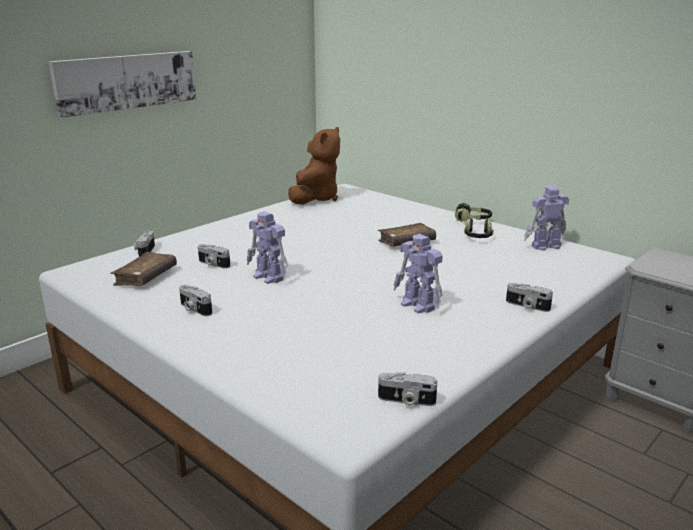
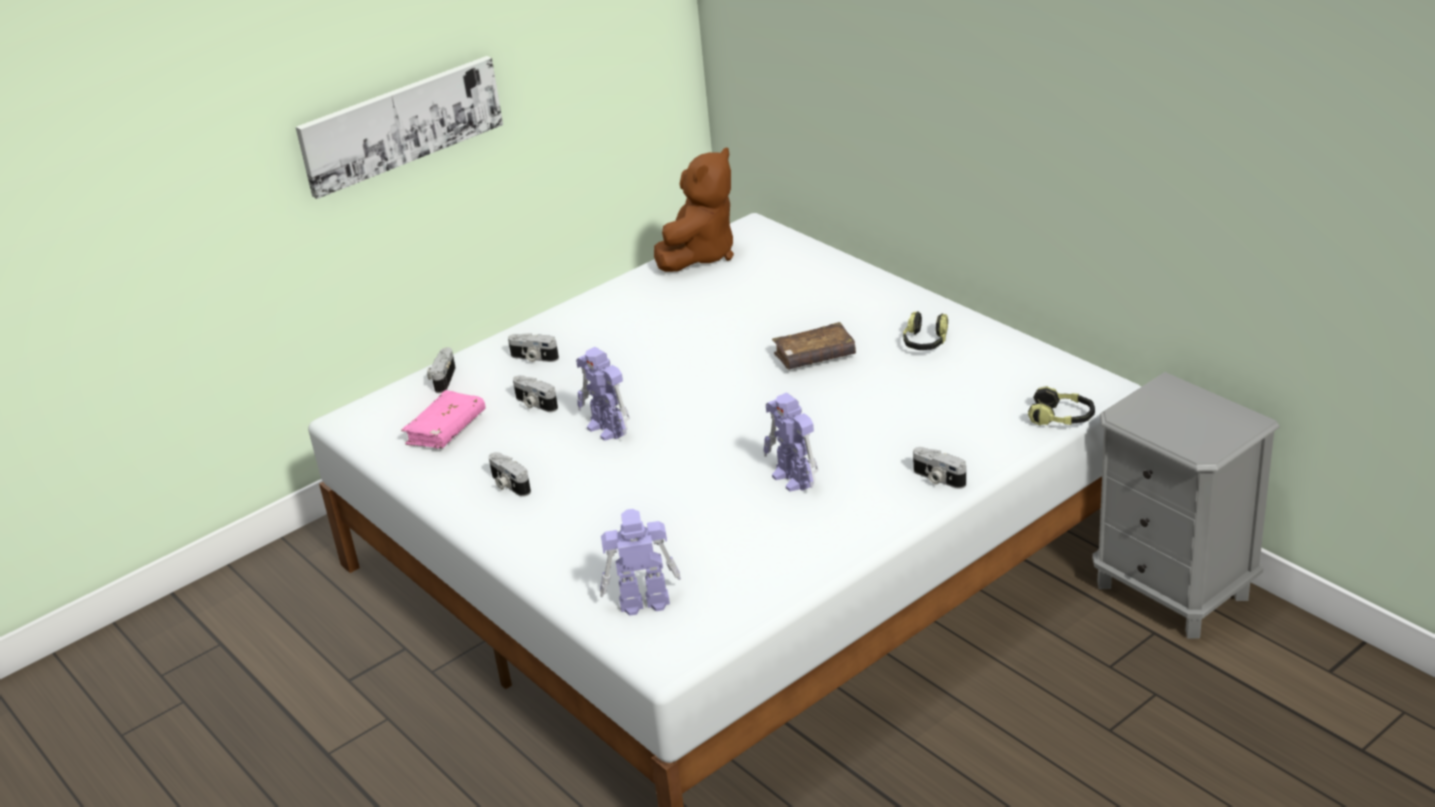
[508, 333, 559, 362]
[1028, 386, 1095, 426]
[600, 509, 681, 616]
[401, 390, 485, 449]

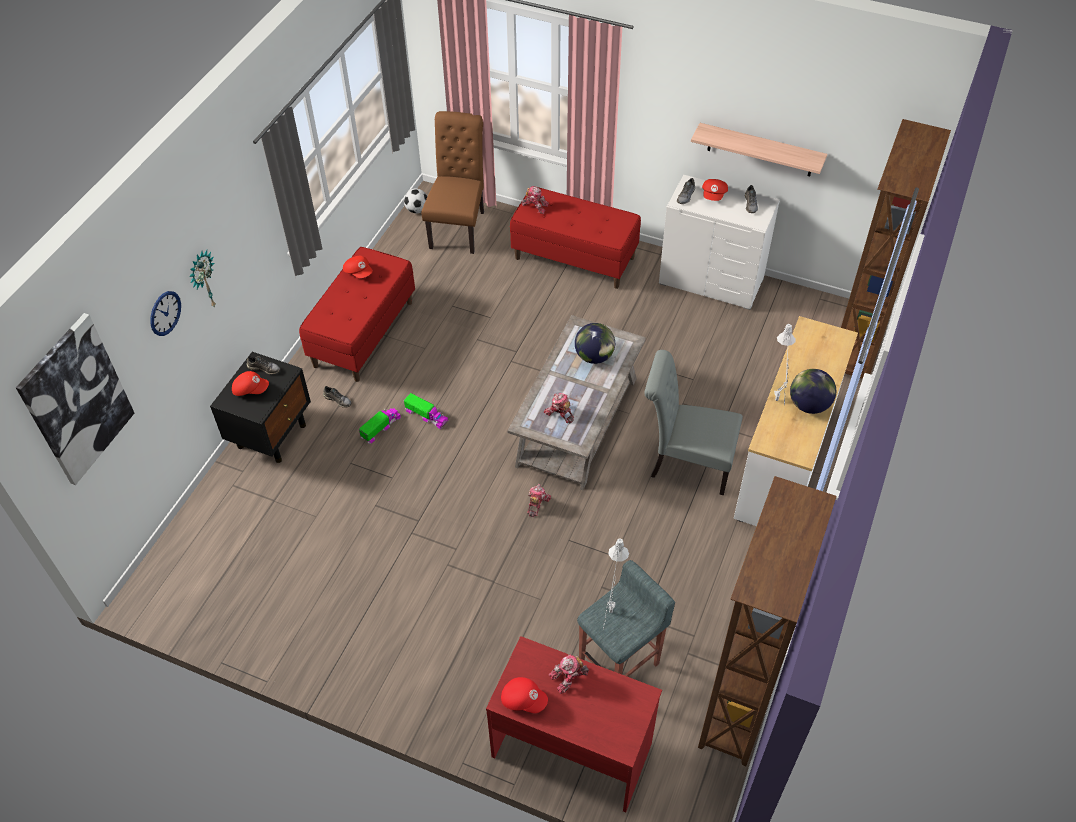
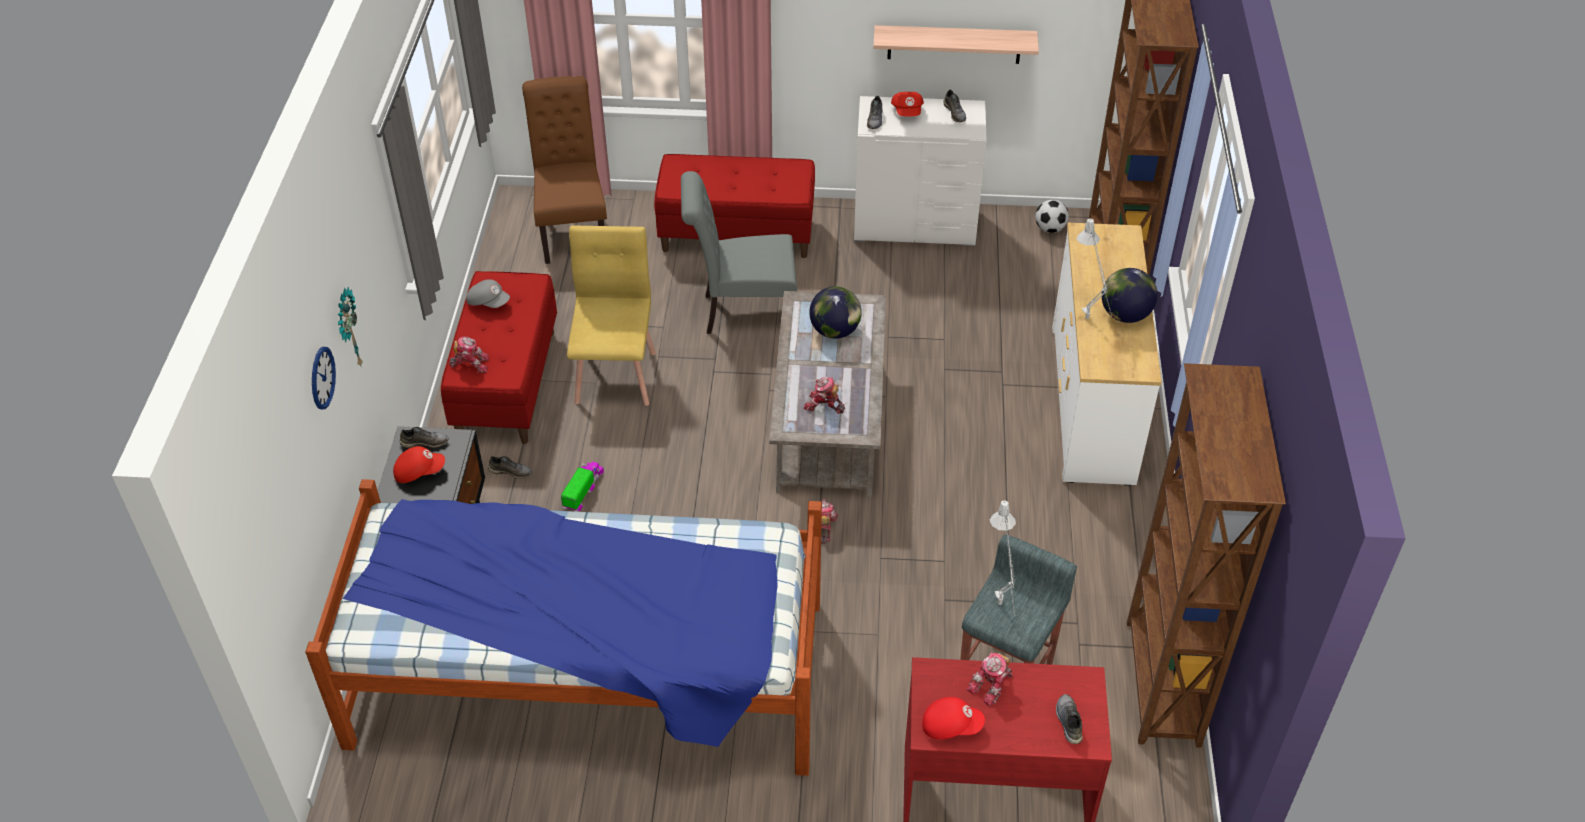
[16, 313, 135, 485] (first image)
[404, 393, 448, 429] (first image)
[305, 479, 822, 776]
[567, 226, 656, 406]
[1056, 694, 1083, 744]
[1035, 200, 1069, 233]
[449, 337, 489, 373]
[681, 171, 797, 334]
[466, 279, 510, 308]

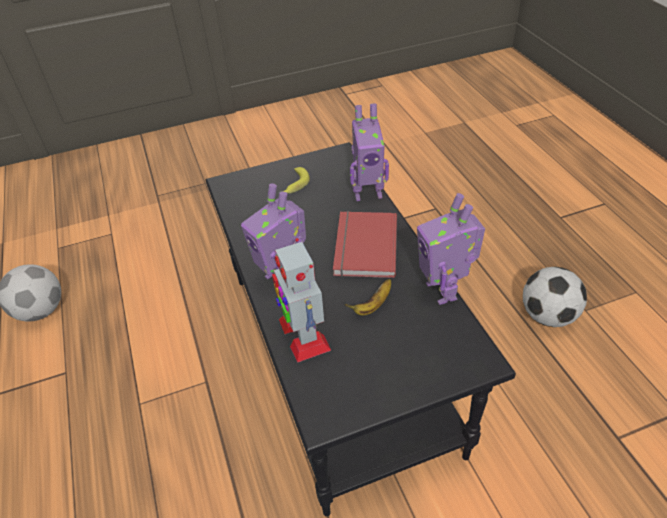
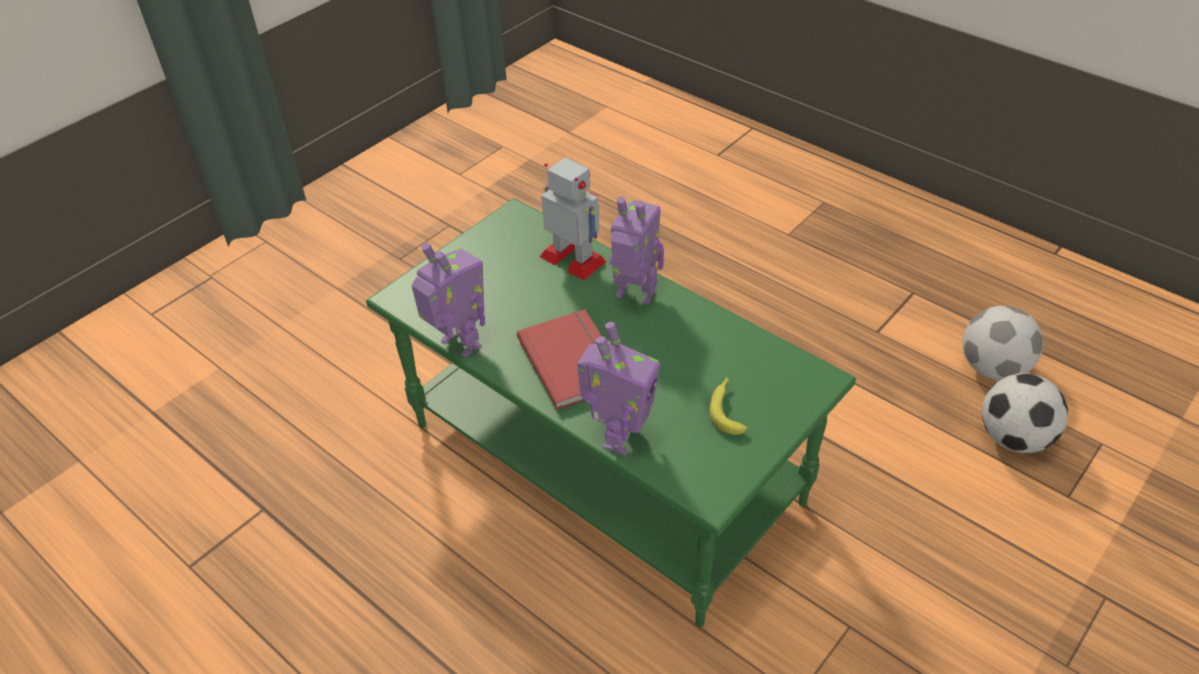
[345, 279, 391, 315] (first image)
[982, 373, 1068, 453]
[366, 198, 856, 627]
[577, 322, 660, 456]

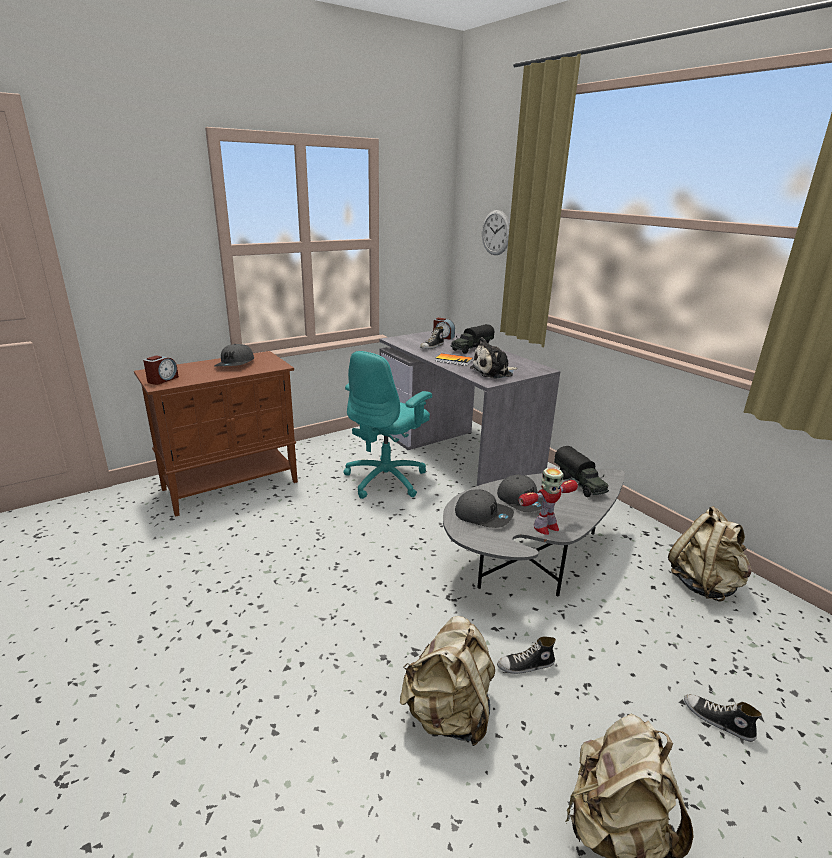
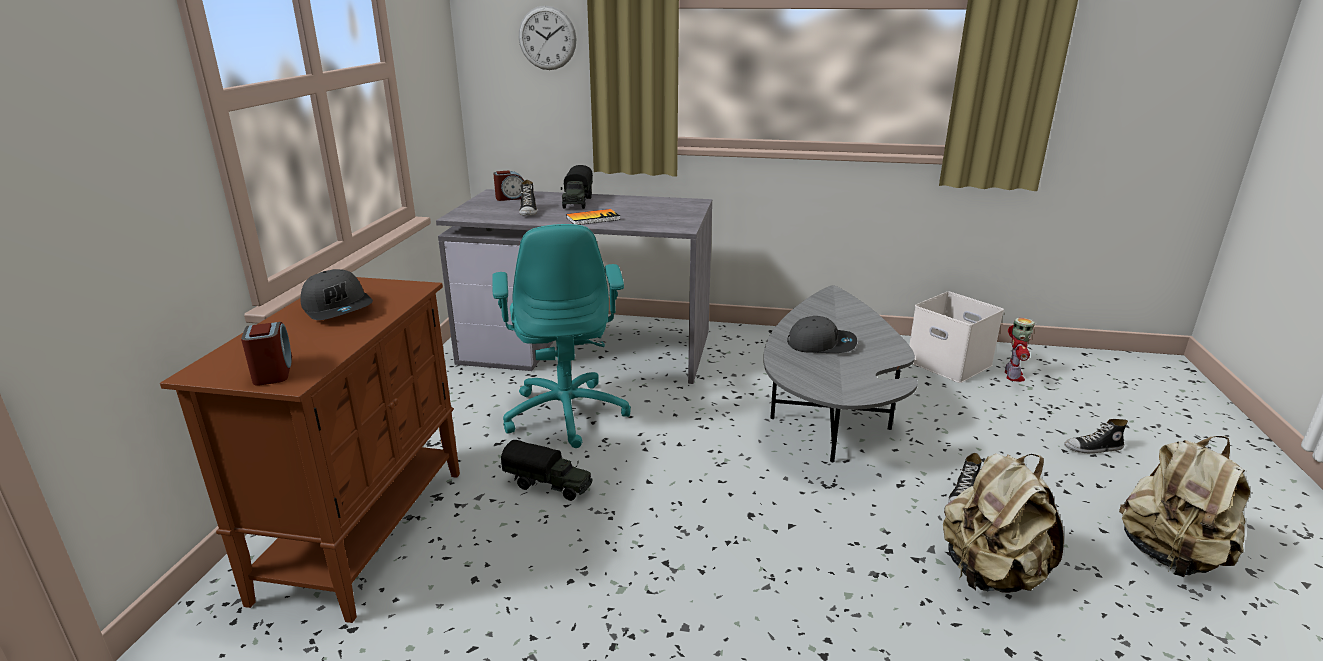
[455, 490, 514, 528] (first image)
[470, 337, 518, 379] (first image)
[1005, 318, 1035, 382]
[501, 440, 593, 501]
[909, 291, 1004, 383]

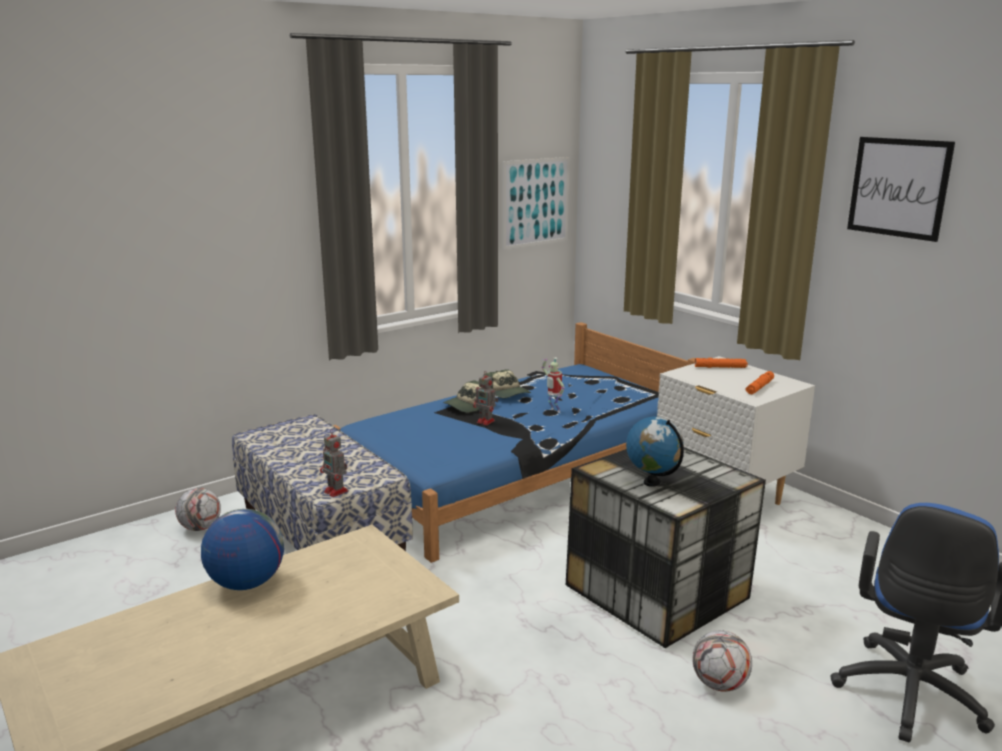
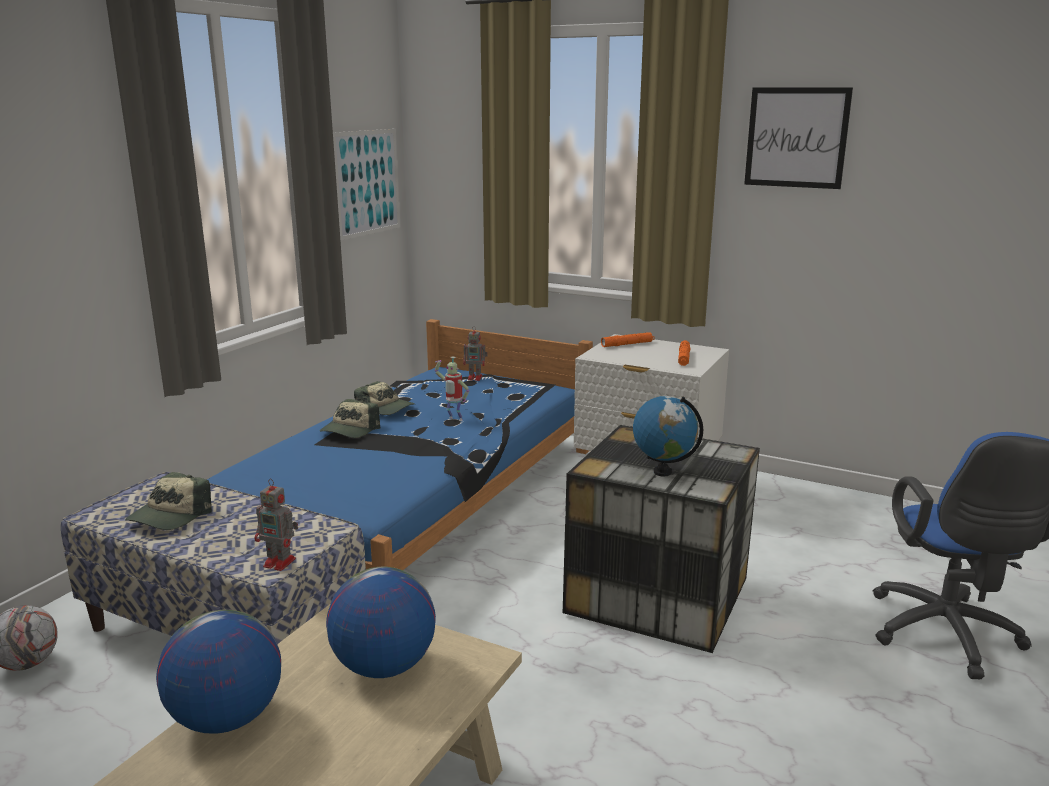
[692, 630, 752, 692] (first image)
[125, 472, 212, 530]
[326, 567, 436, 678]
[463, 326, 488, 381]

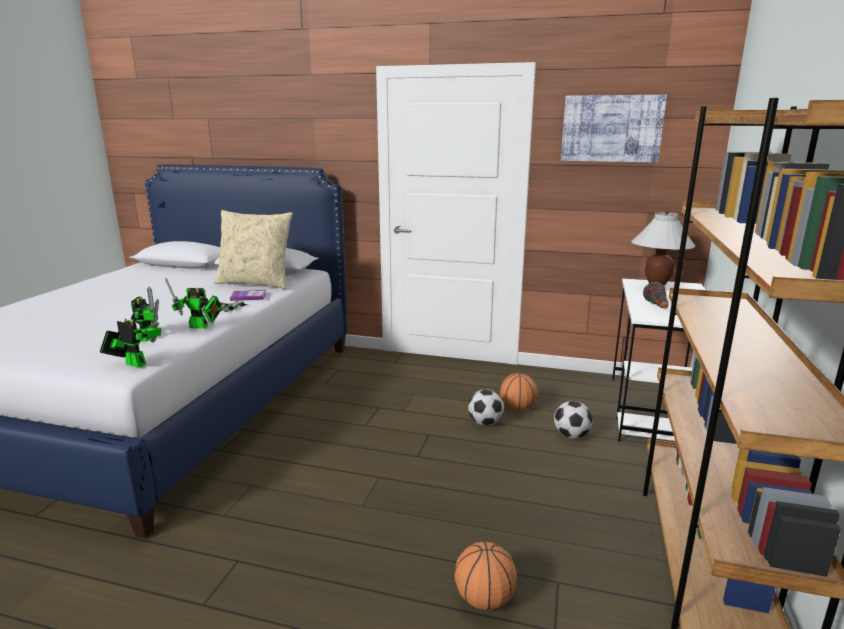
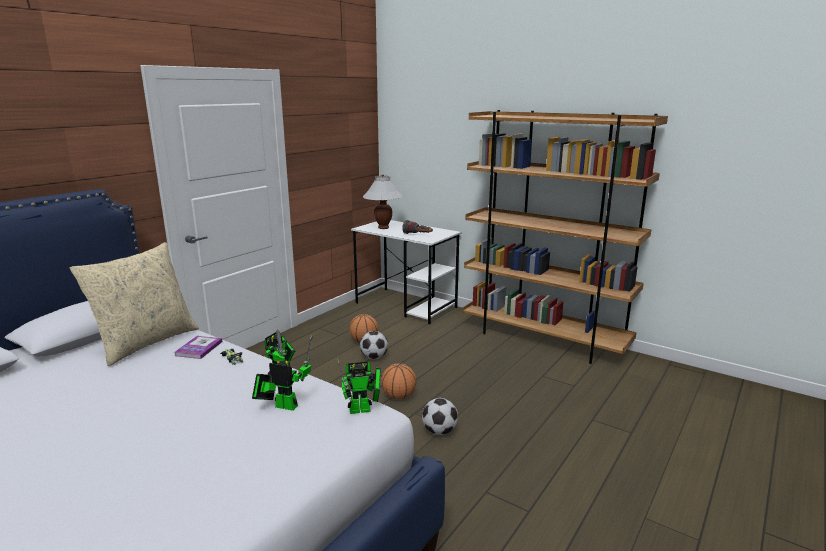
[561, 95, 667, 163] (first image)
[381, 363, 417, 399]
[422, 398, 458, 435]
[337, 359, 381, 414]

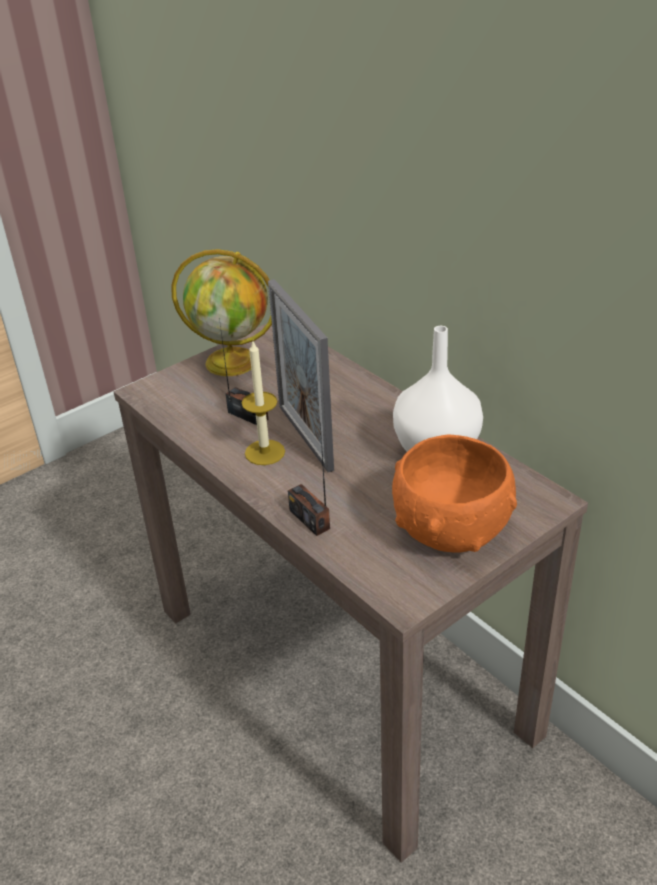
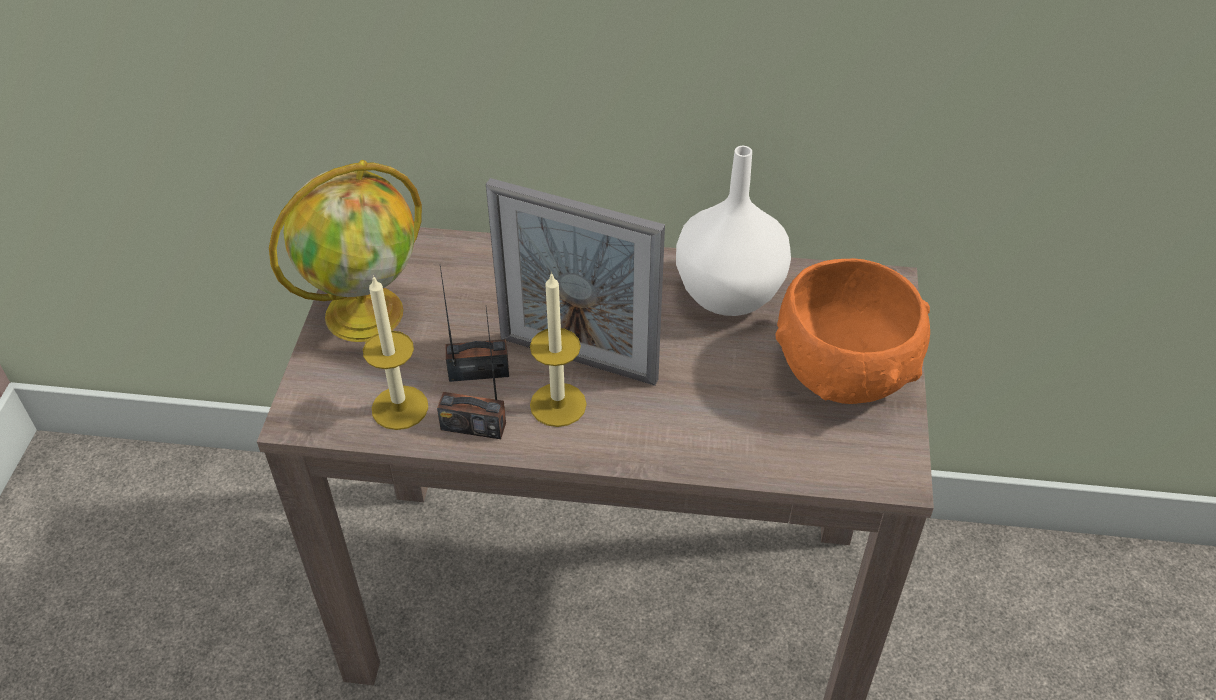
[363, 275, 428, 430]
[437, 308, 506, 439]

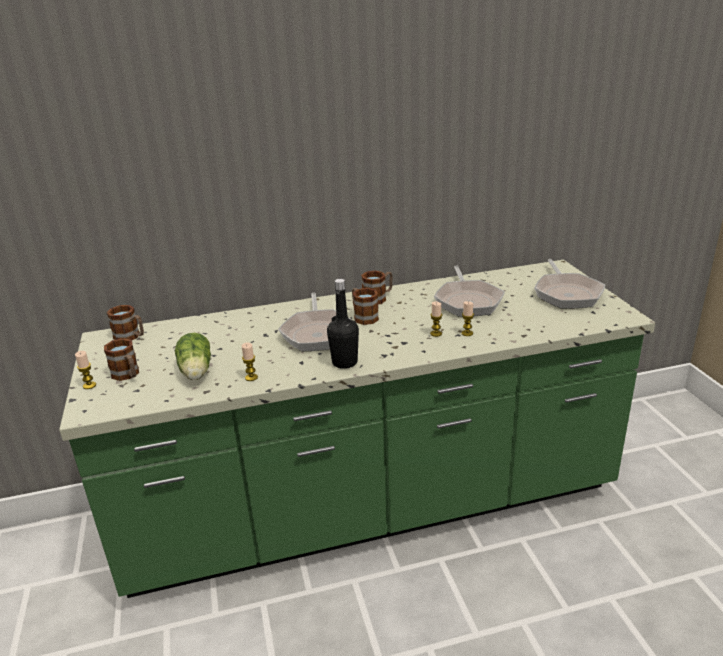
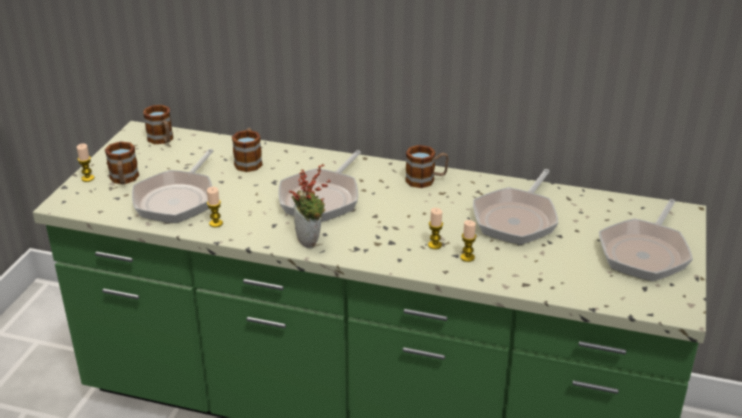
[232, 128, 263, 172]
[132, 149, 213, 223]
[289, 164, 331, 249]

